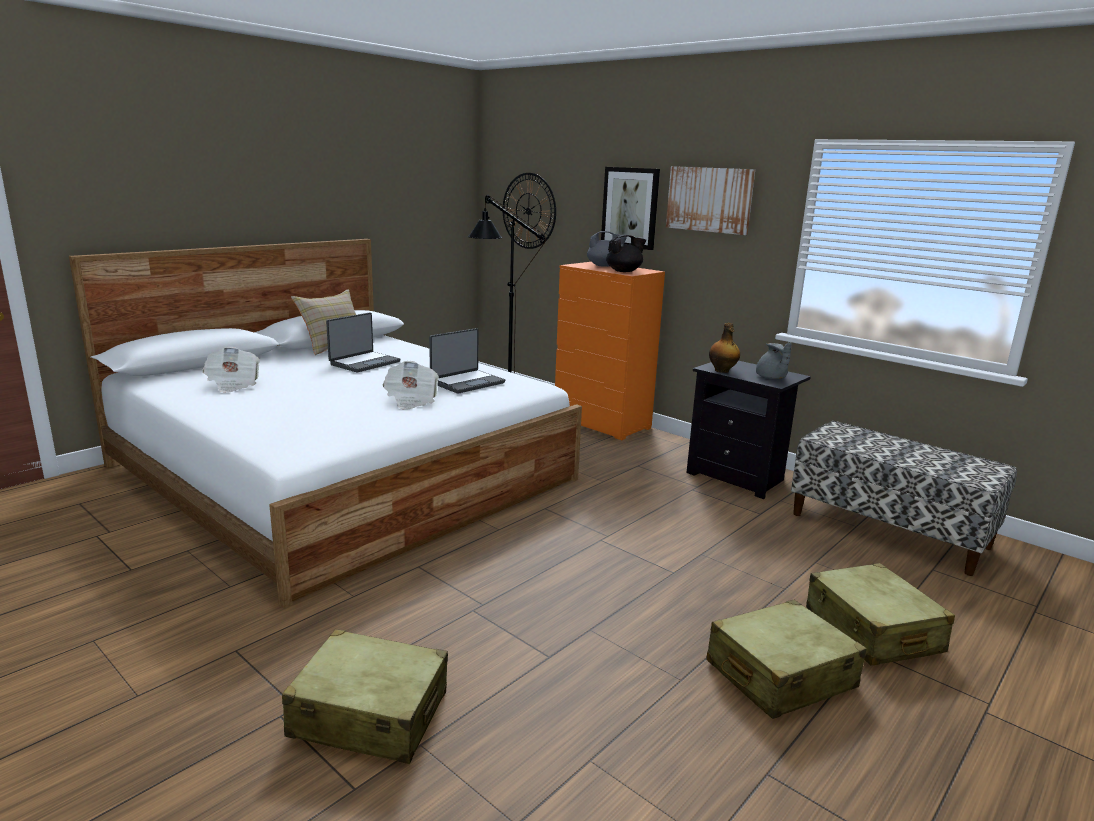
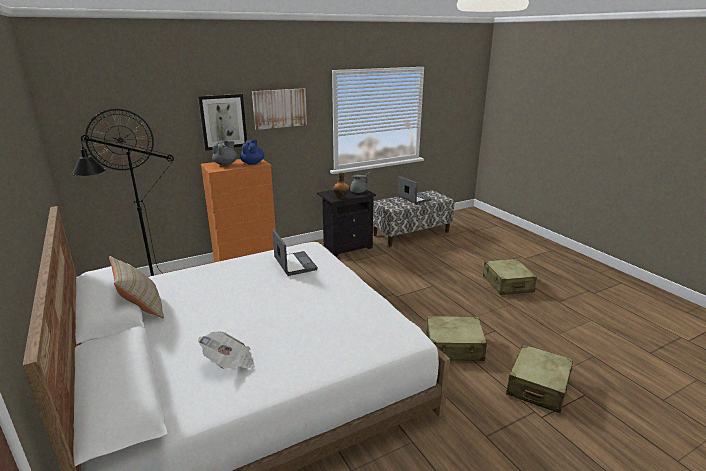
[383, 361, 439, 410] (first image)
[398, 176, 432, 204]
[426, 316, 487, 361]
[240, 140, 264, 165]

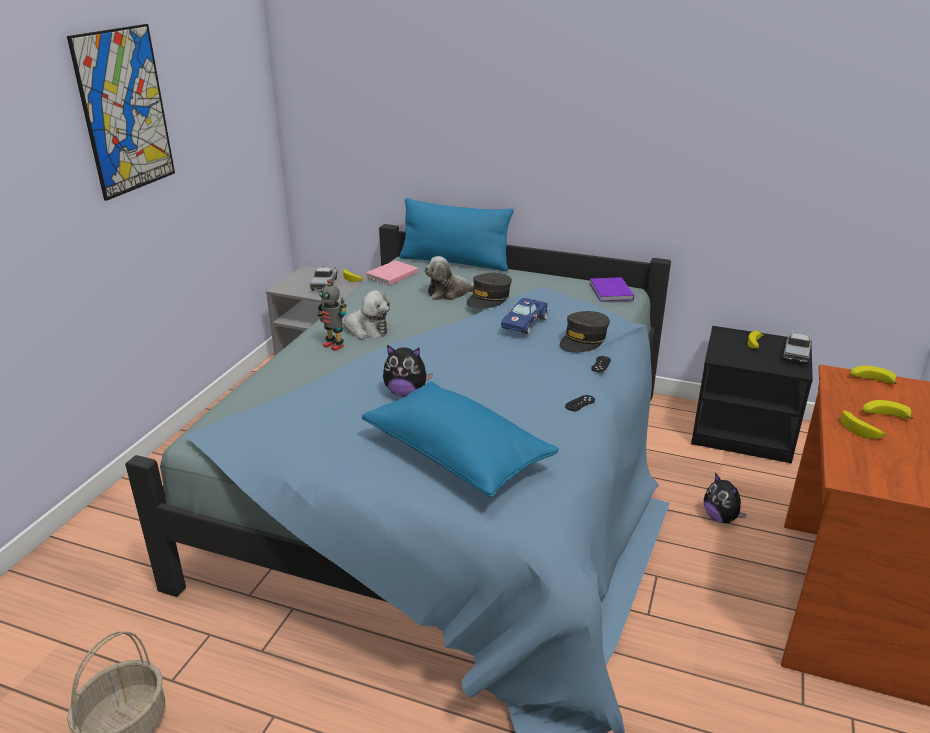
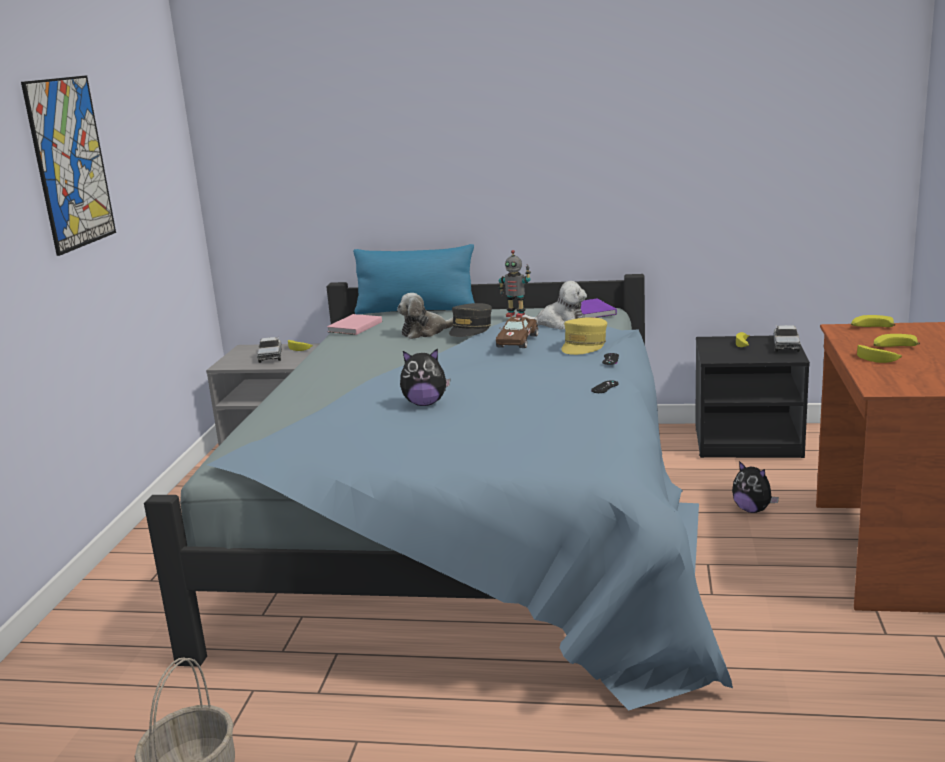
[362, 381, 559, 498] (first image)
[499, 250, 531, 317]
[522, 281, 587, 330]
[496, 317, 538, 348]
[561, 317, 607, 355]

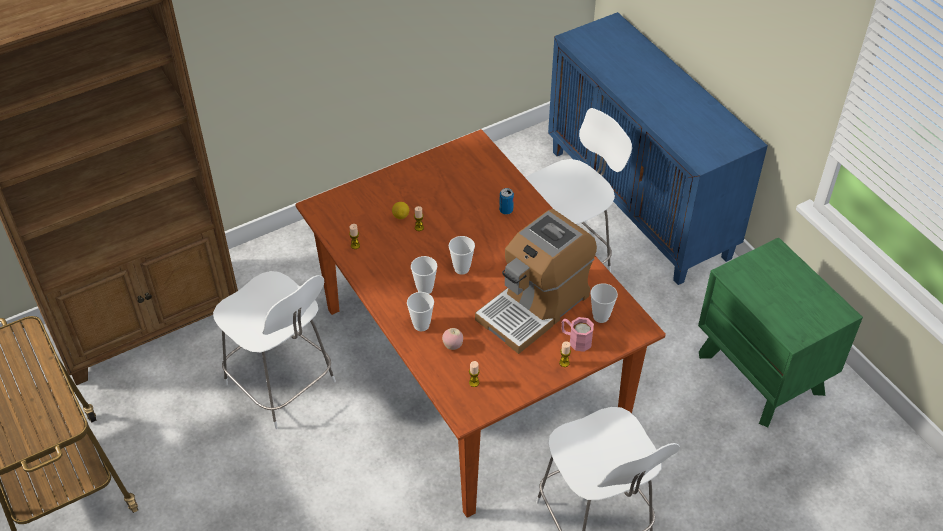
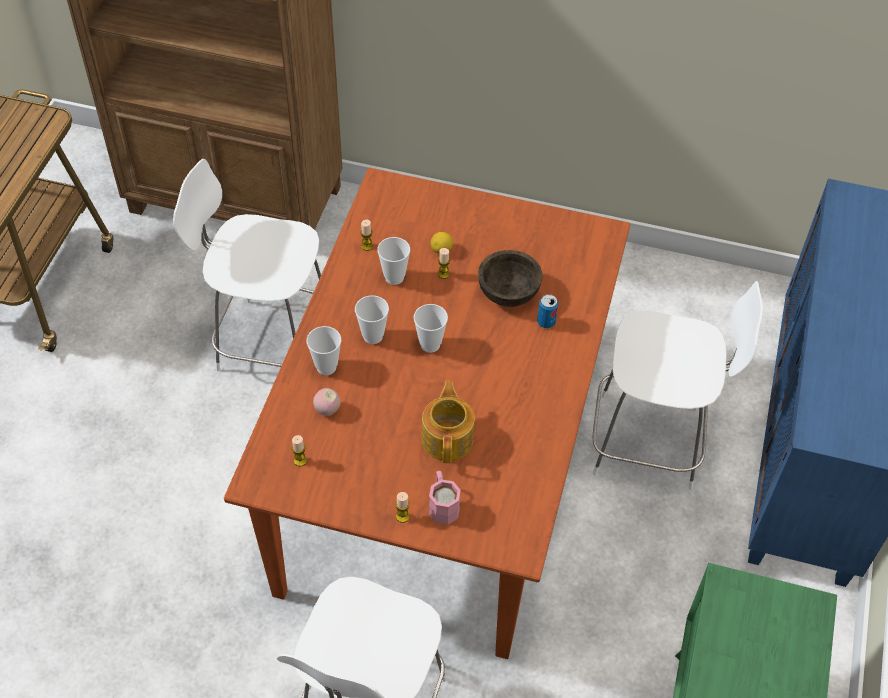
[478, 250, 543, 307]
[377, 237, 410, 285]
[421, 381, 475, 463]
[173, 159, 321, 371]

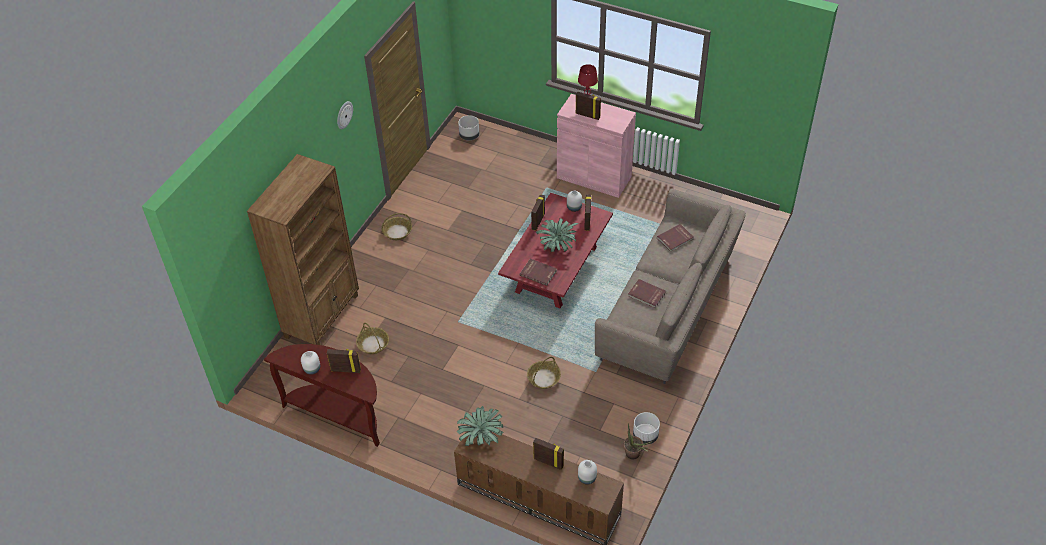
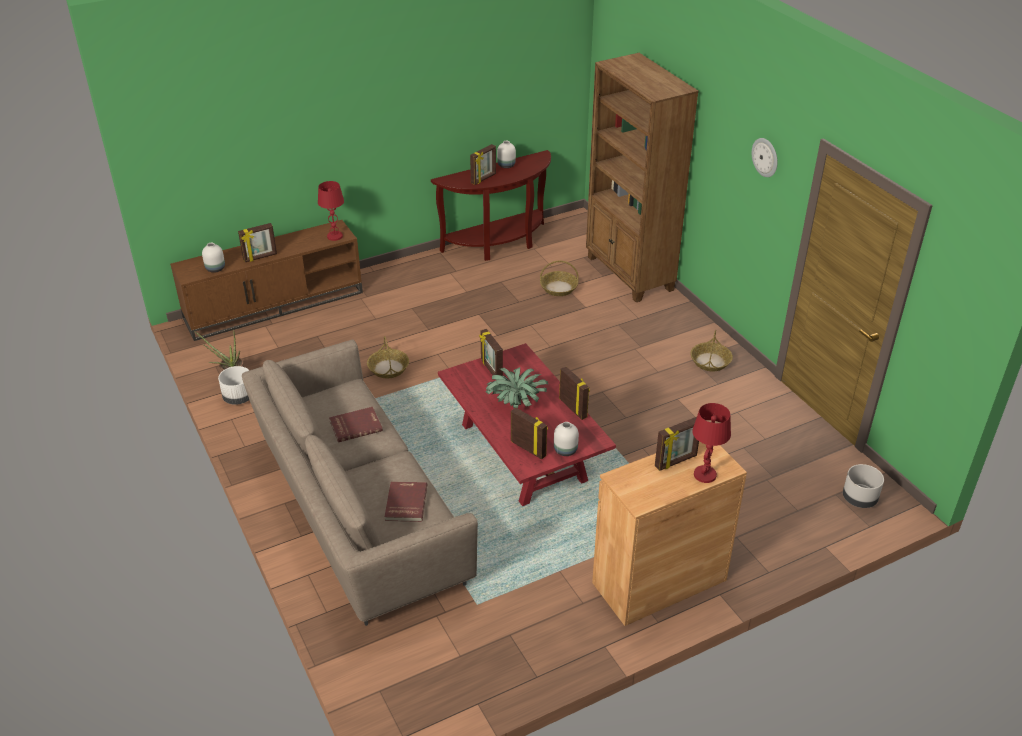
[318, 181, 344, 241]
[479, 329, 503, 376]
[592, 442, 747, 626]

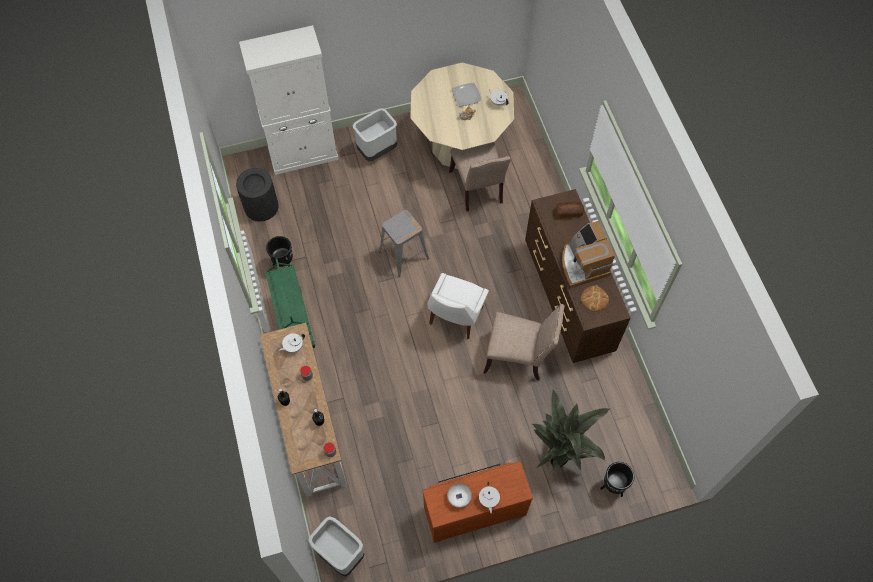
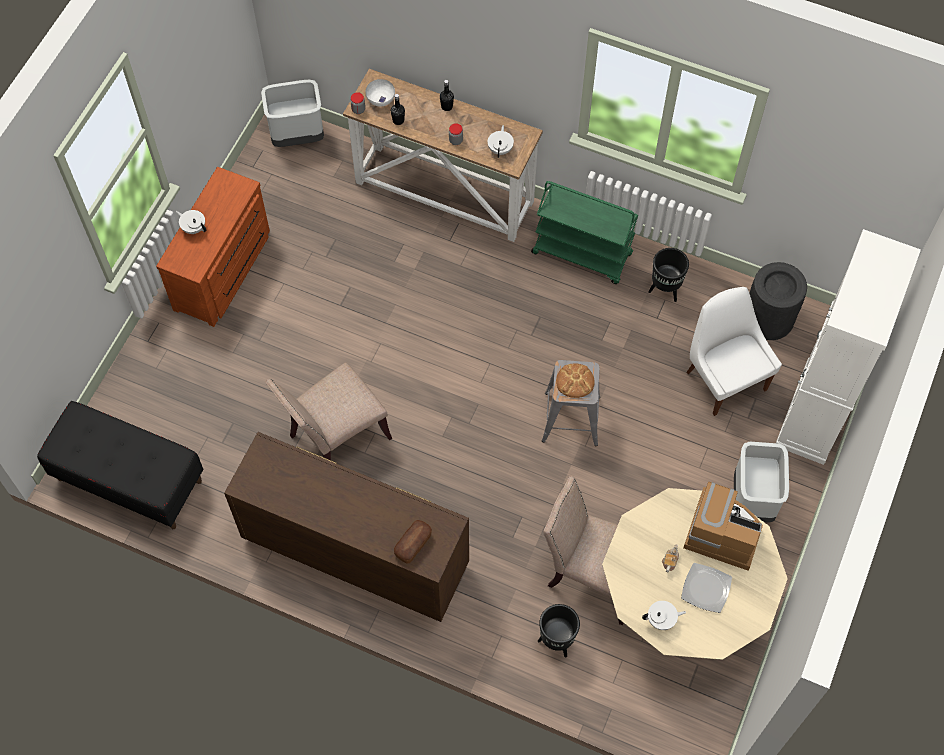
[532, 390, 610, 471] (first image)
[37, 401, 203, 529]
[686, 287, 782, 416]
[366, 79, 395, 107]
[683, 482, 763, 570]
[556, 364, 595, 398]
[538, 604, 580, 658]

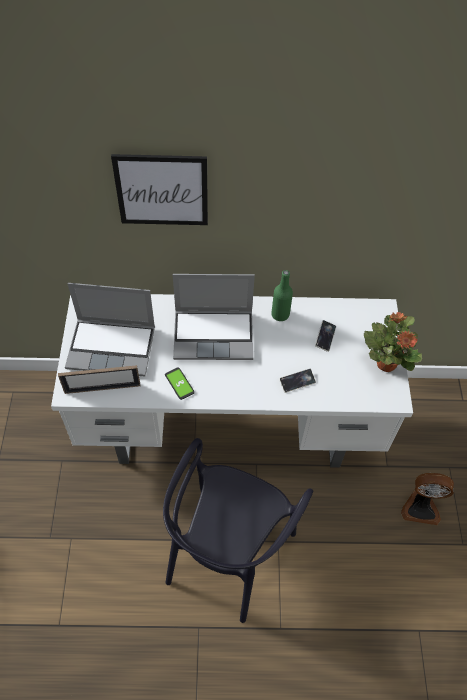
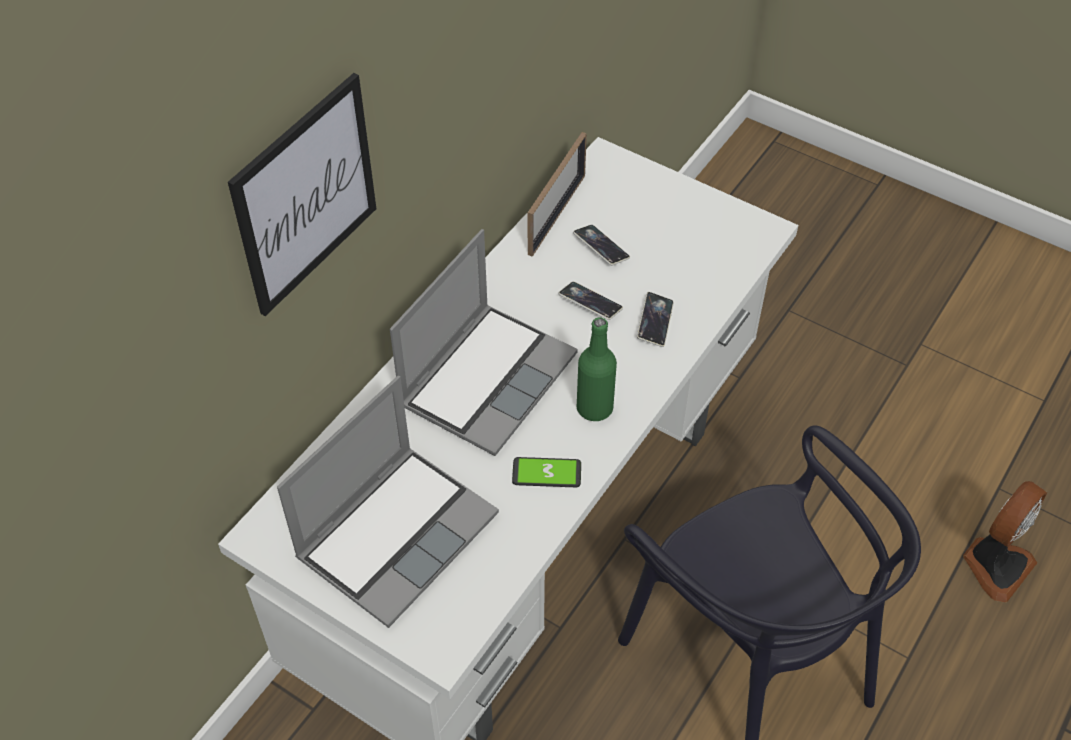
[364, 312, 422, 372] (first image)
[558, 282, 623, 320]
[527, 132, 587, 256]
[577, 317, 617, 421]
[963, 481, 1047, 602]

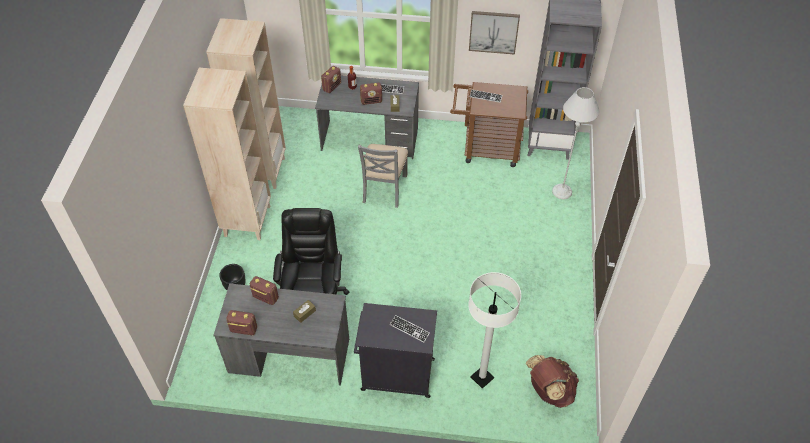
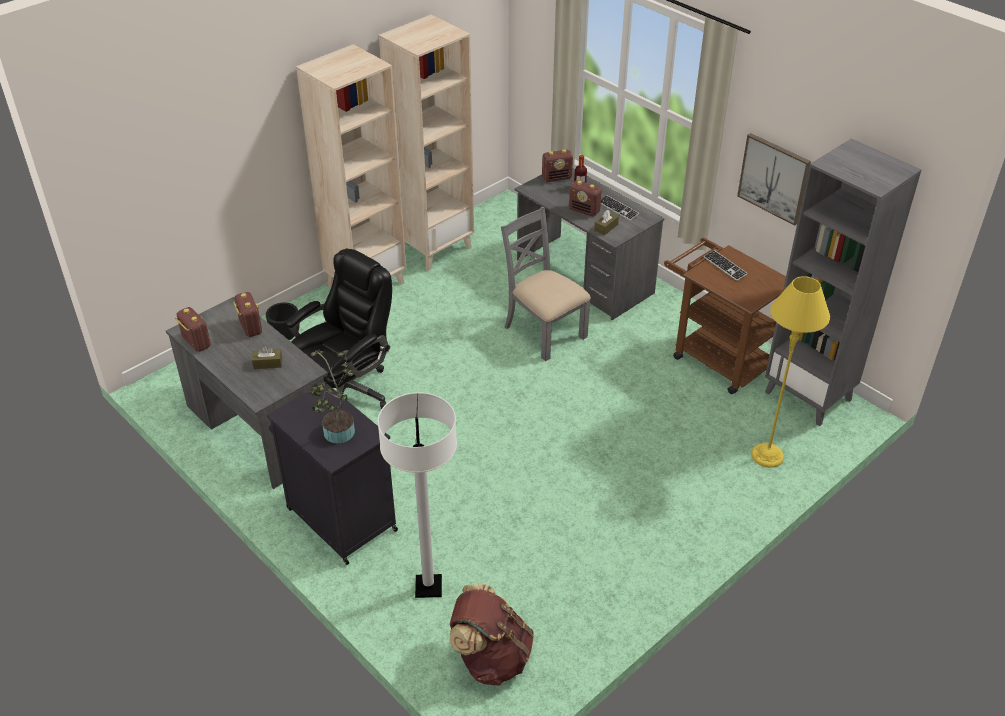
[310, 350, 355, 443]
[751, 276, 830, 468]
[501, 207, 591, 361]

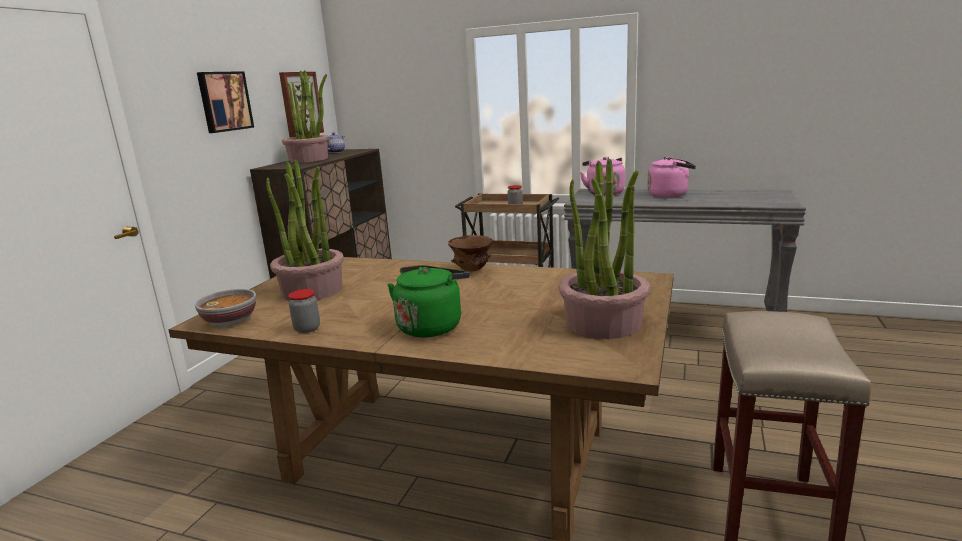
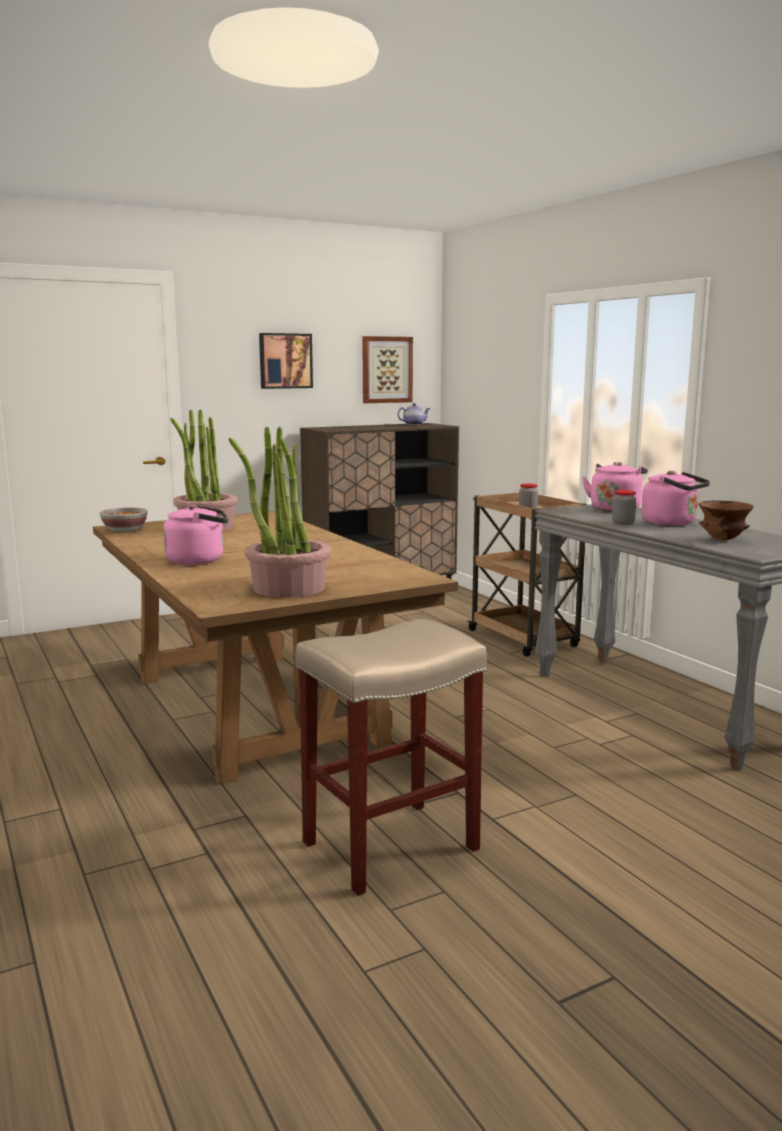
[282, 70, 329, 163] (first image)
[612, 490, 636, 525]
[699, 500, 754, 540]
[163, 505, 228, 565]

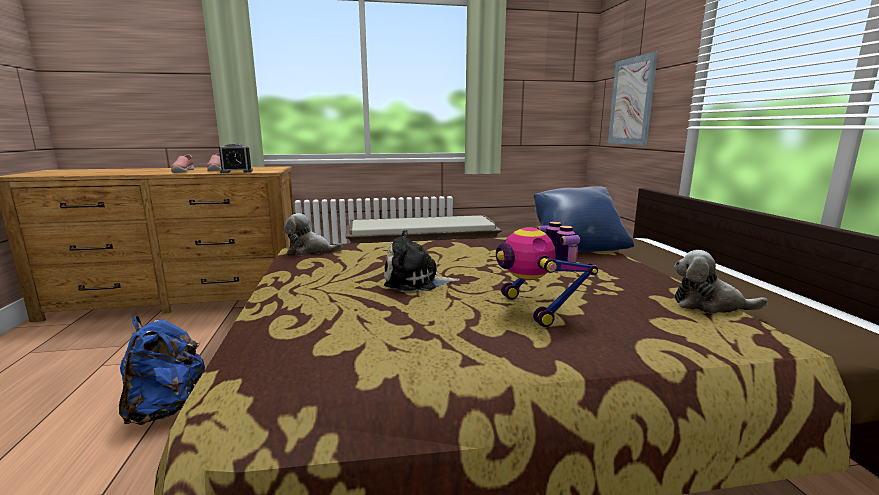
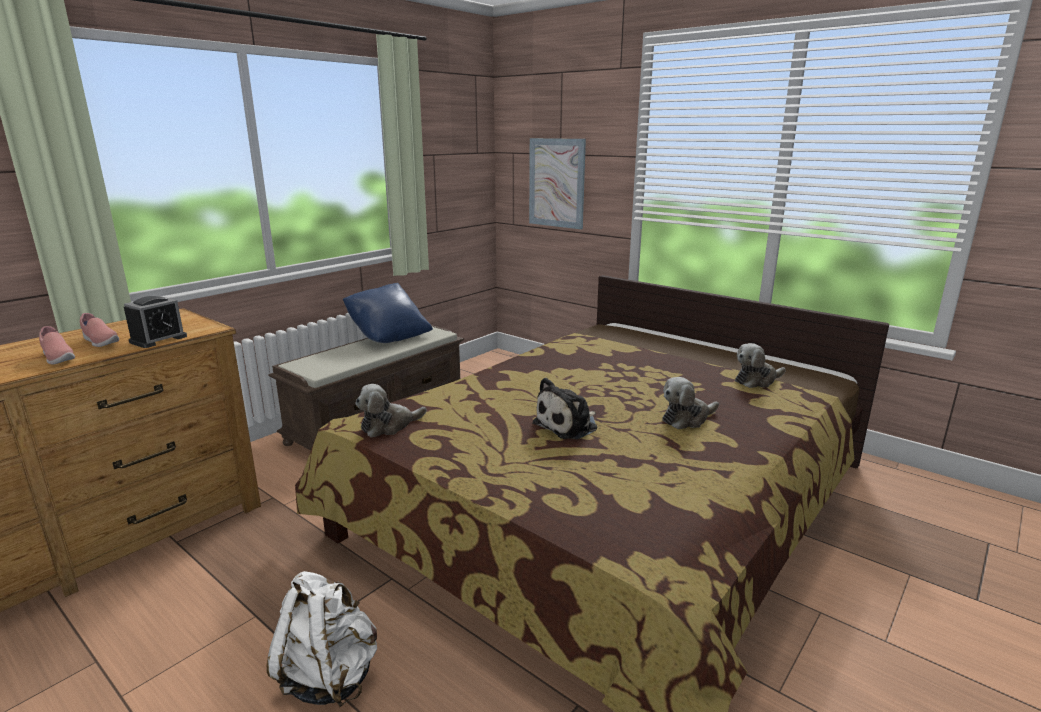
[343, 283, 433, 343]
[662, 377, 719, 429]
[267, 571, 377, 707]

